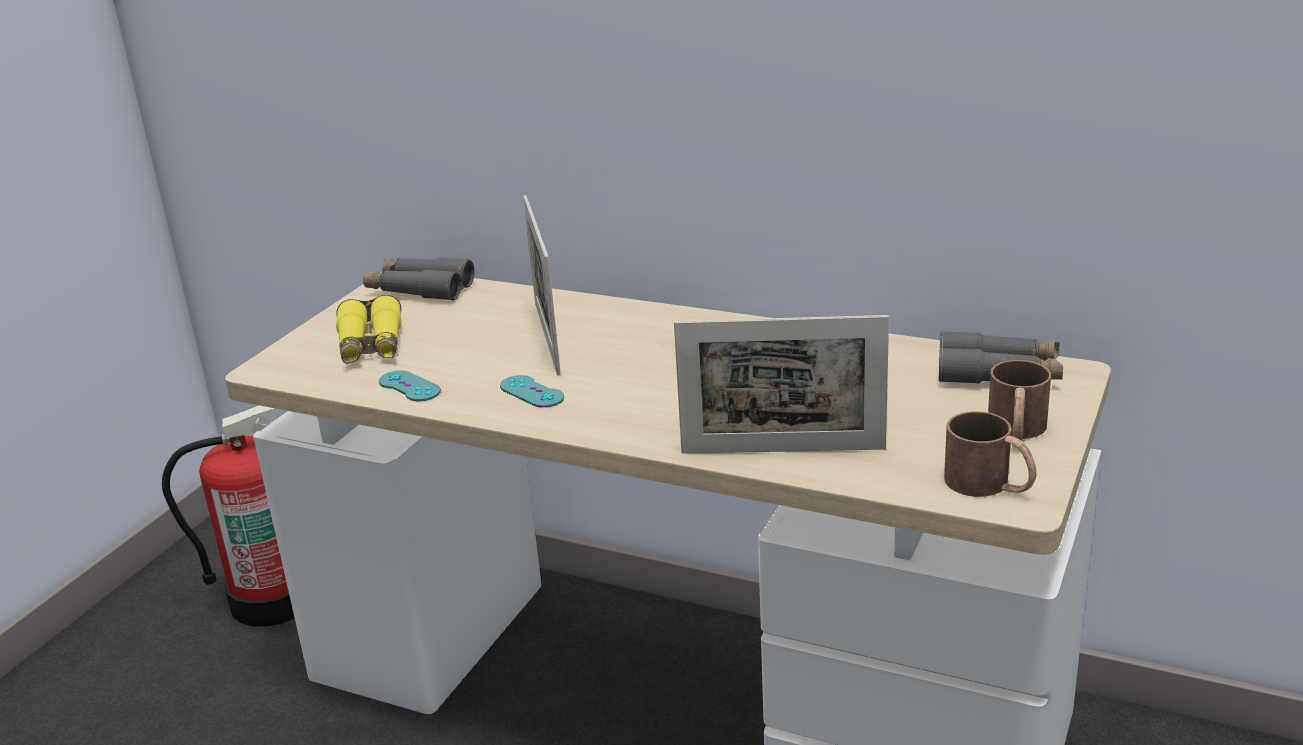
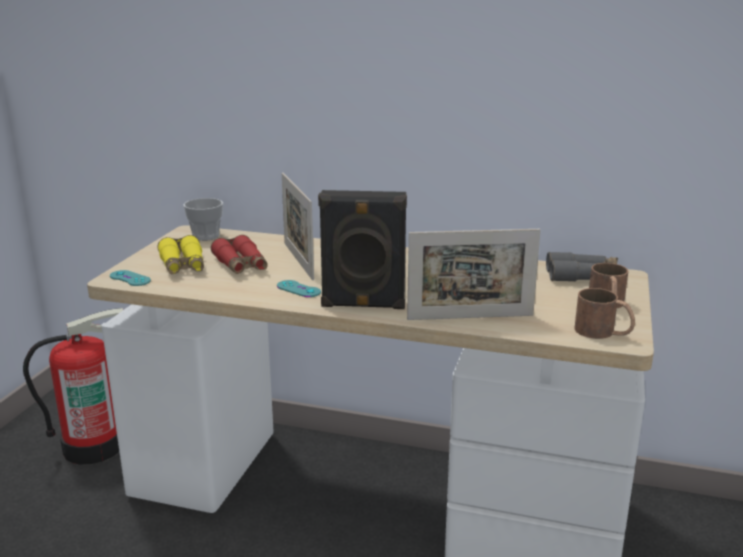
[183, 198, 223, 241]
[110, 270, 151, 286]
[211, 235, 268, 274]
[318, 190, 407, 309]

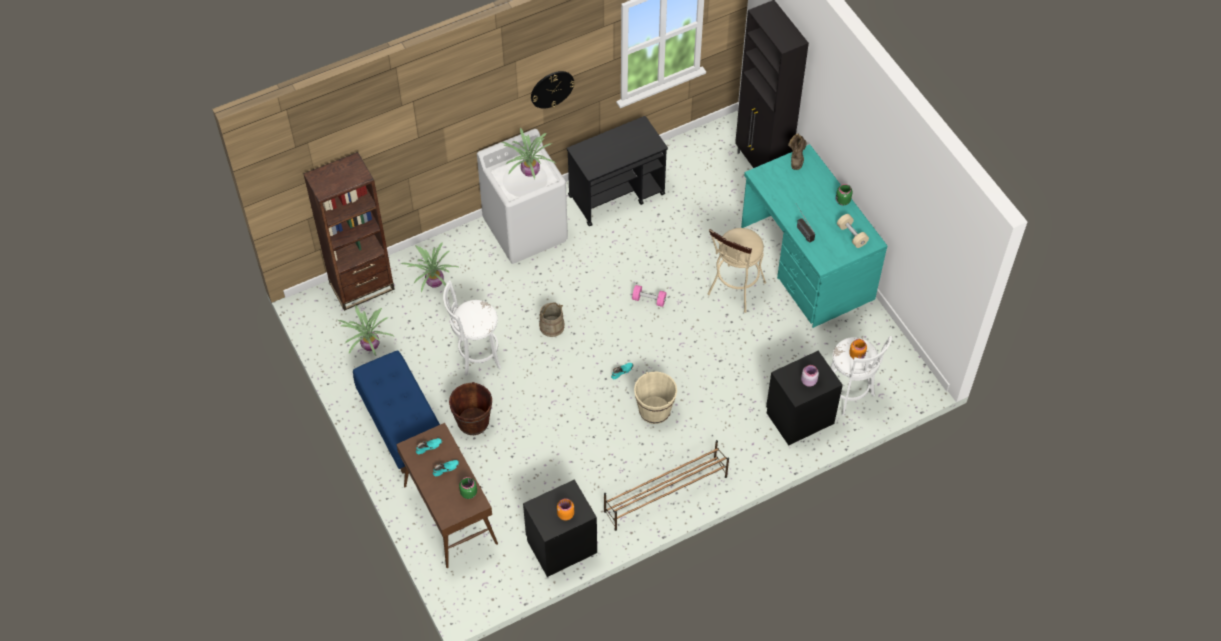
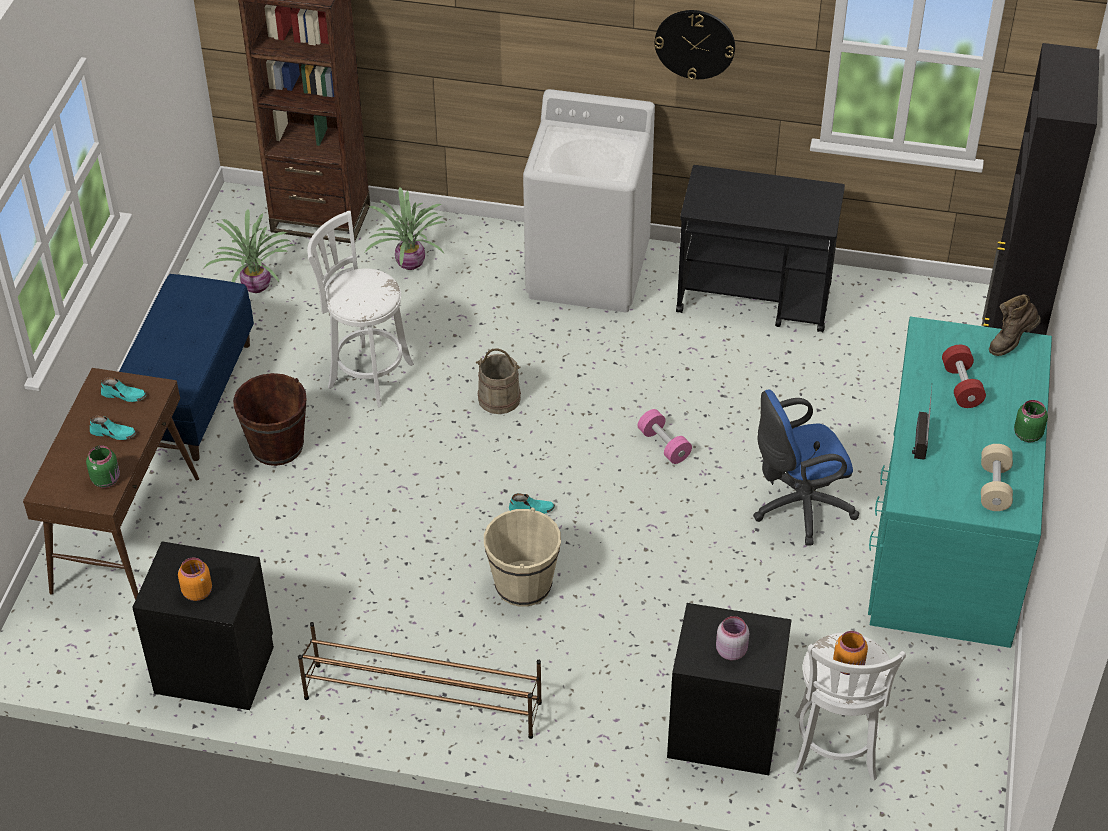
[502, 128, 555, 179] (first image)
[753, 390, 859, 546]
[942, 345, 986, 408]

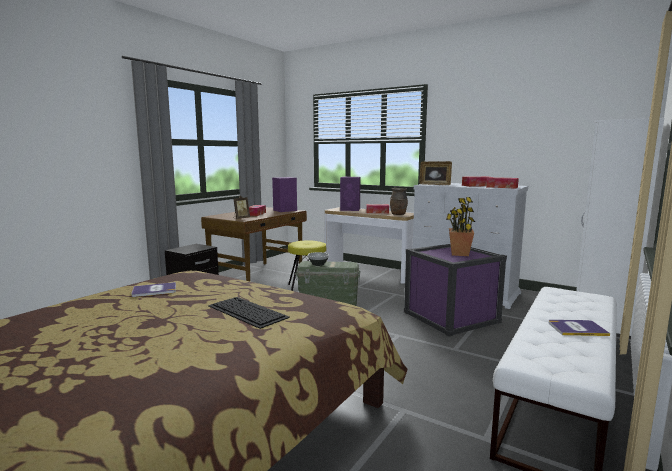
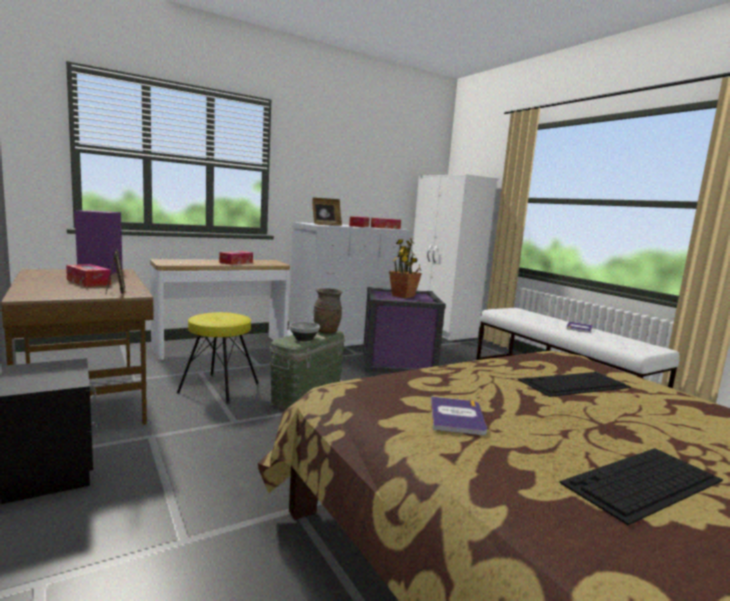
[340, 177, 361, 211] (first image)
[314, 288, 342, 333]
[559, 448, 723, 525]

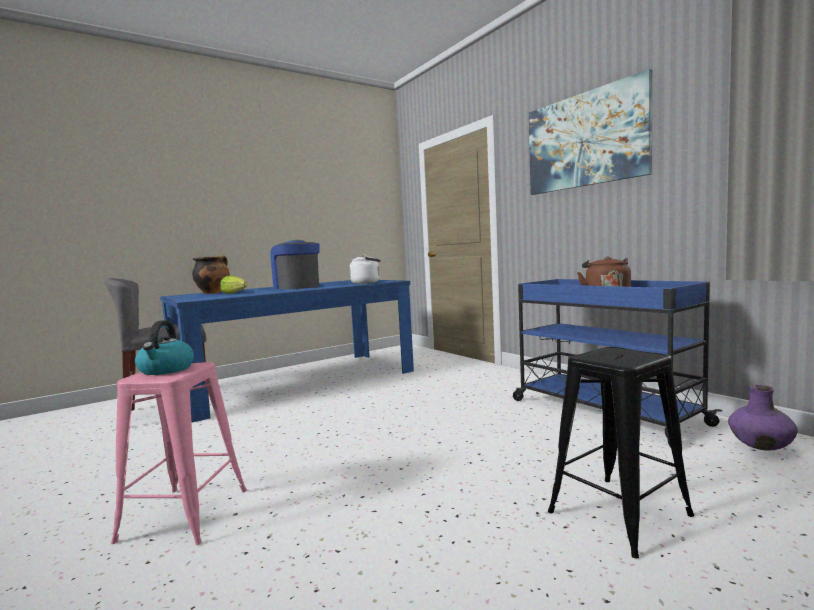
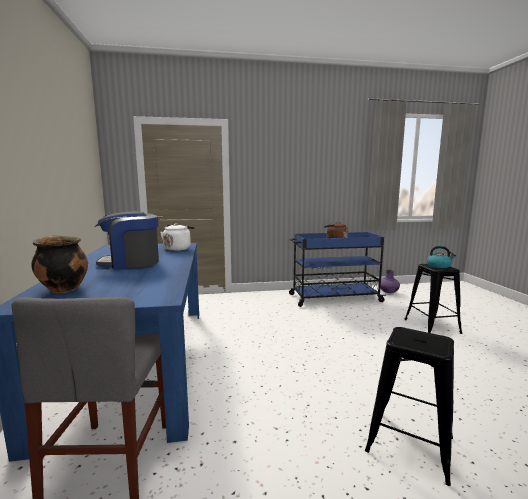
[365, 327, 454, 486]
[427, 246, 456, 268]
[220, 276, 248, 294] (first image)
[529, 69, 652, 195] (first image)

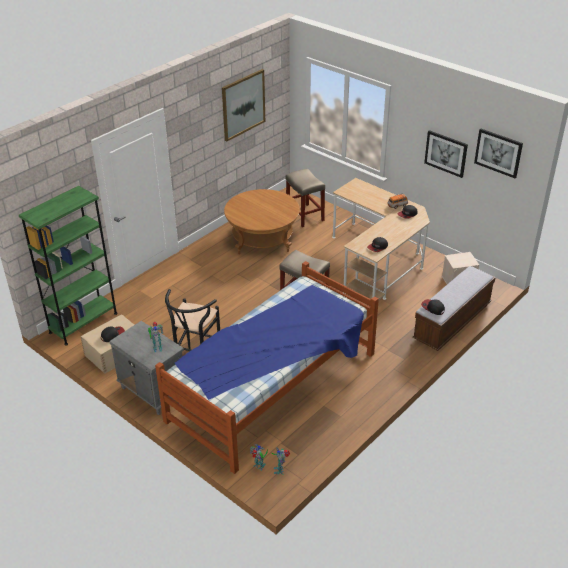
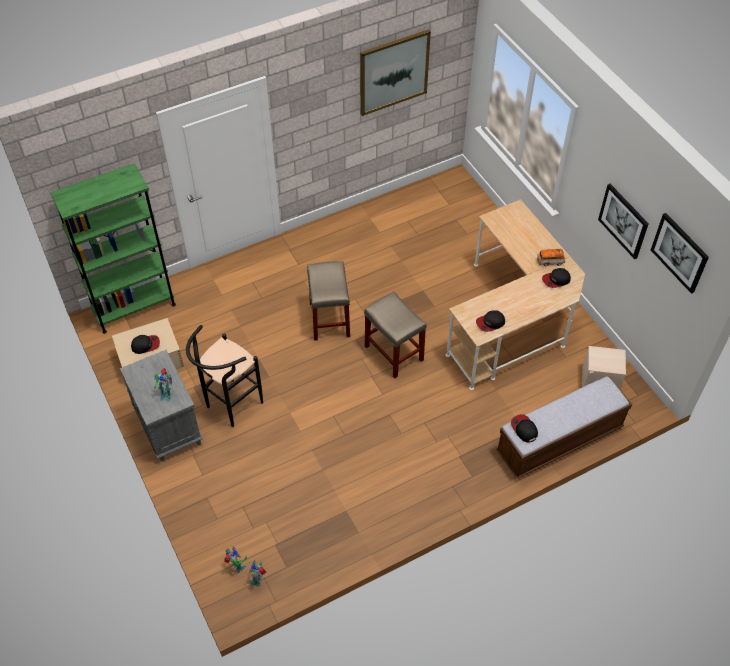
[155, 261, 379, 474] (first image)
[224, 189, 300, 254] (first image)
[307, 261, 350, 341]

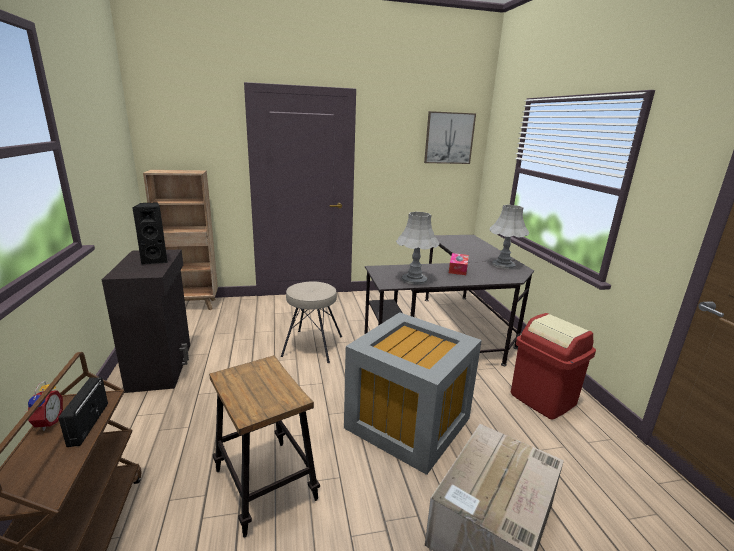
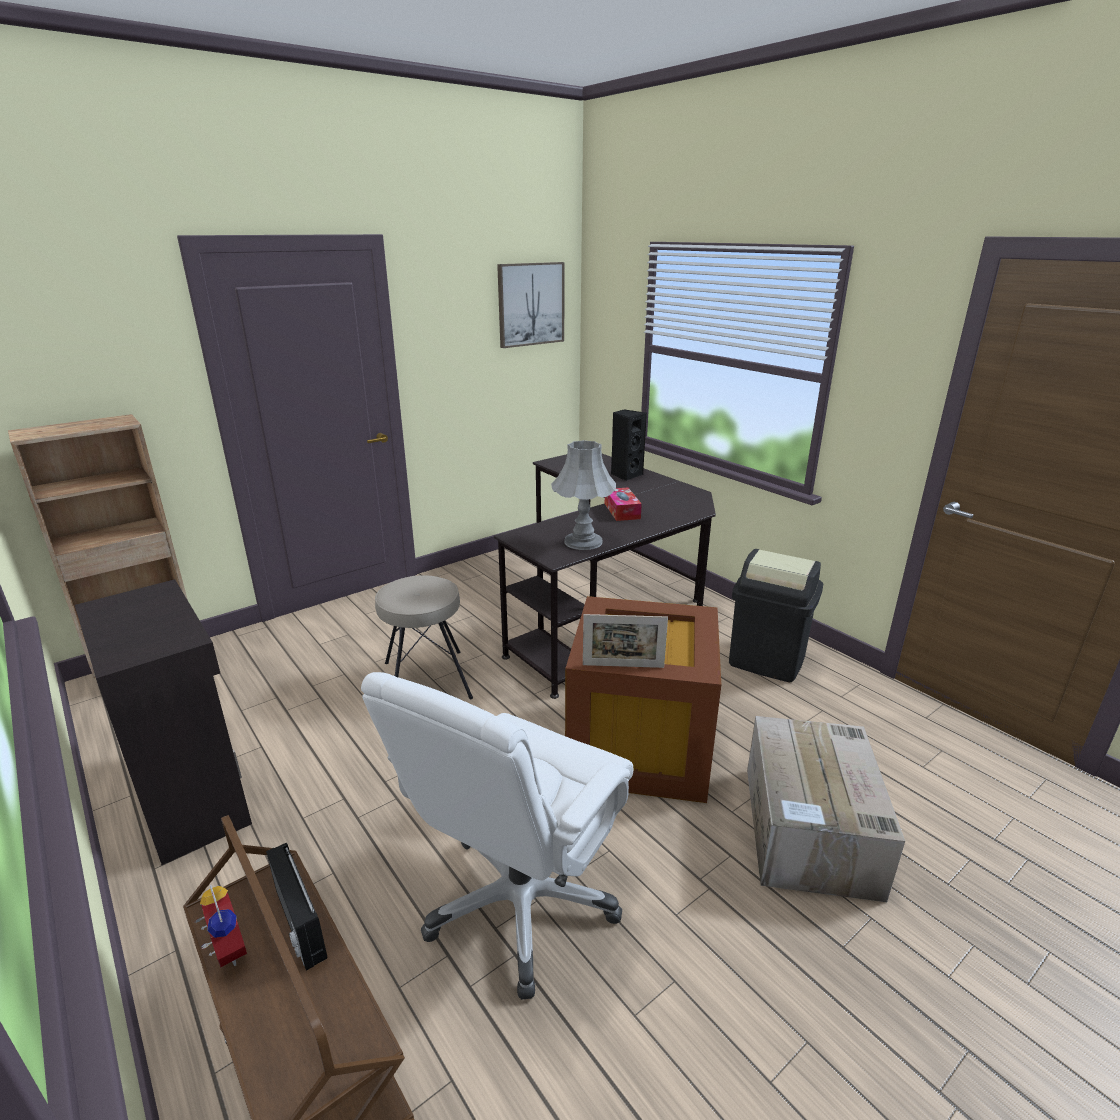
[611, 409, 647, 481]
[361, 672, 633, 1000]
[565, 596, 721, 803]
[490, 205, 529, 269] (first image)
[729, 549, 823, 682]
[583, 614, 668, 668]

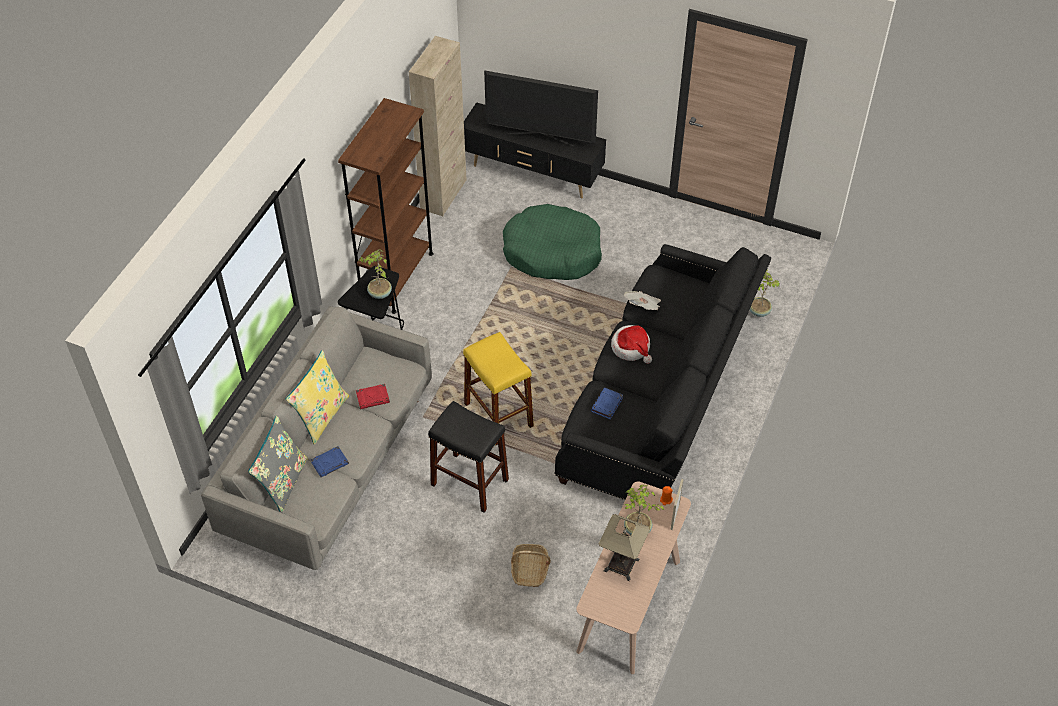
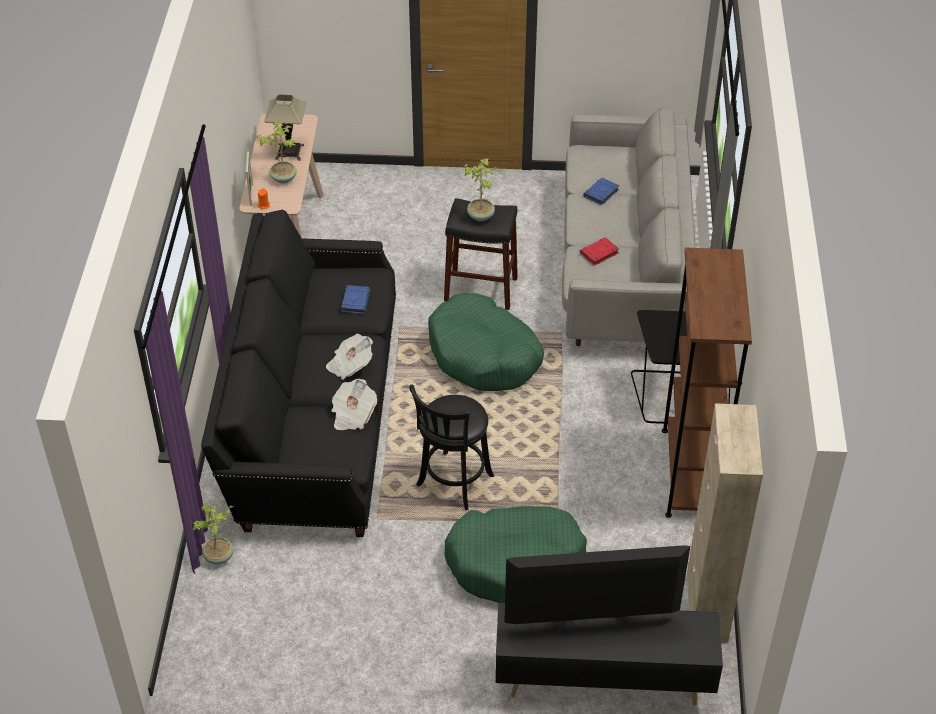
[248, 415, 308, 513] (first image)
[286, 350, 349, 445] (first image)
[464, 158, 499, 222]
[428, 293, 544, 391]
[511, 544, 551, 587] (first image)
[326, 334, 373, 380]
[409, 385, 494, 510]

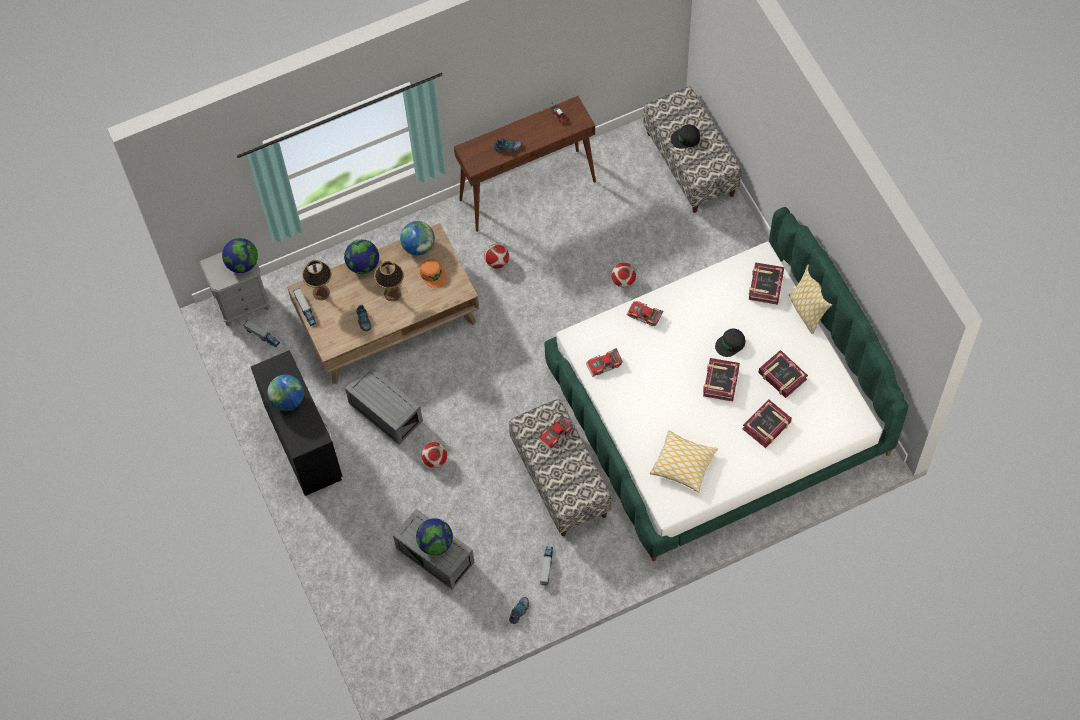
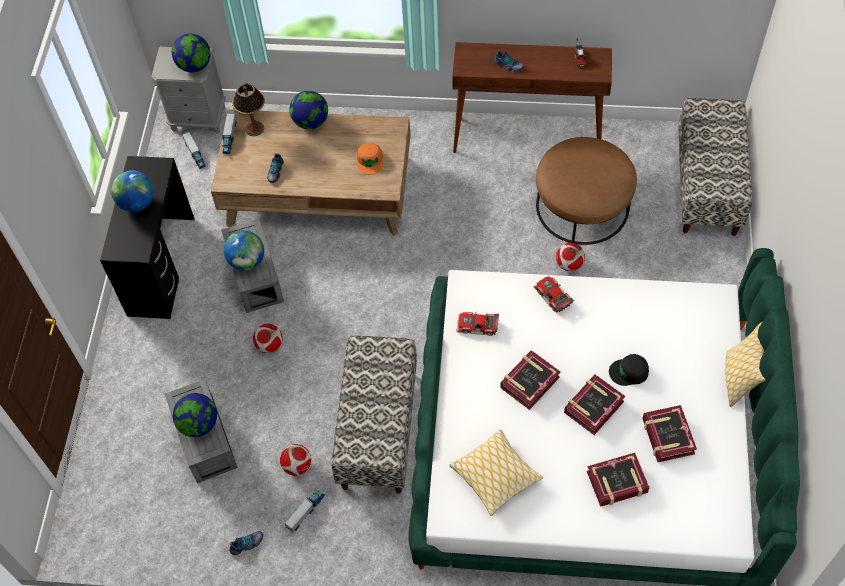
[374, 261, 404, 301] (first image)
[224, 231, 264, 271]
[280, 444, 311, 476]
[539, 415, 574, 450] (first image)
[670, 124, 700, 149] (first image)
[500, 350, 560, 410]
[536, 137, 637, 245]

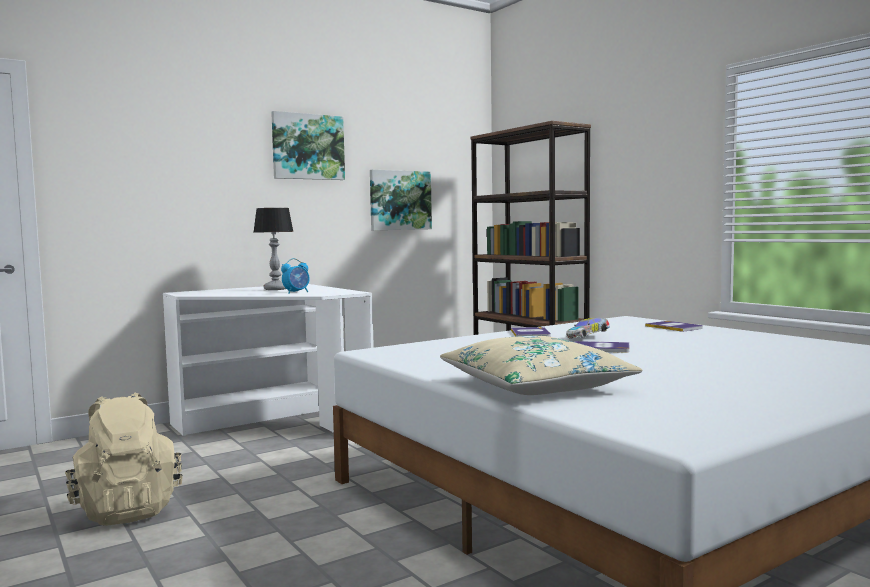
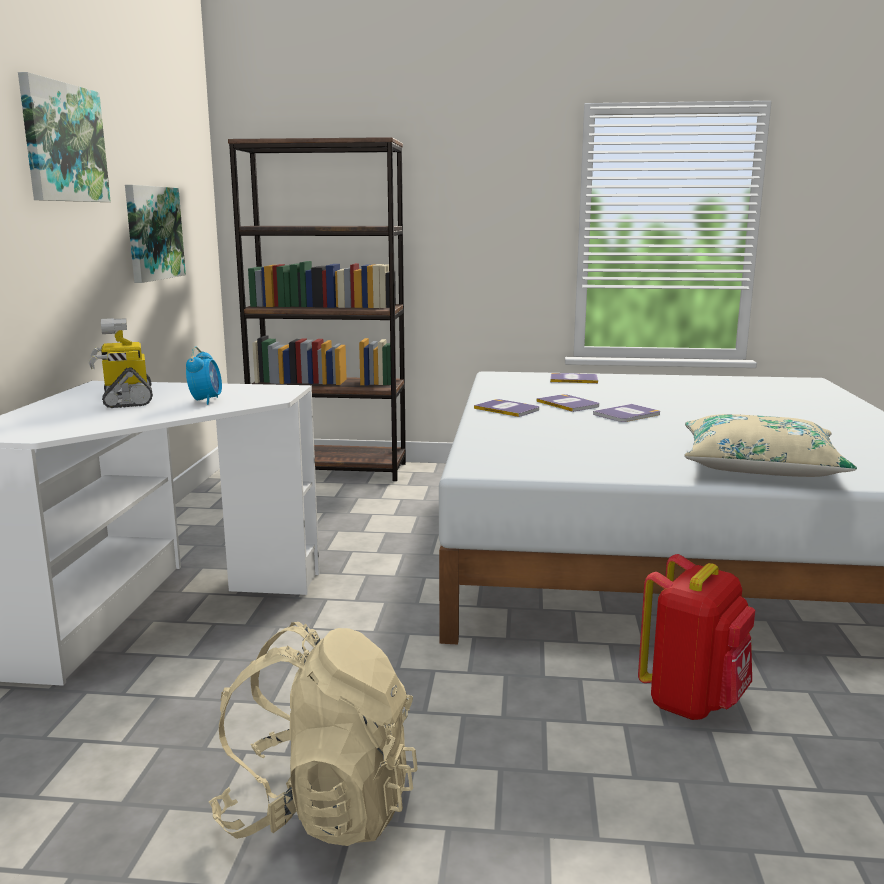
[88, 318, 153, 408]
[537, 394, 599, 412]
[638, 554, 755, 720]

